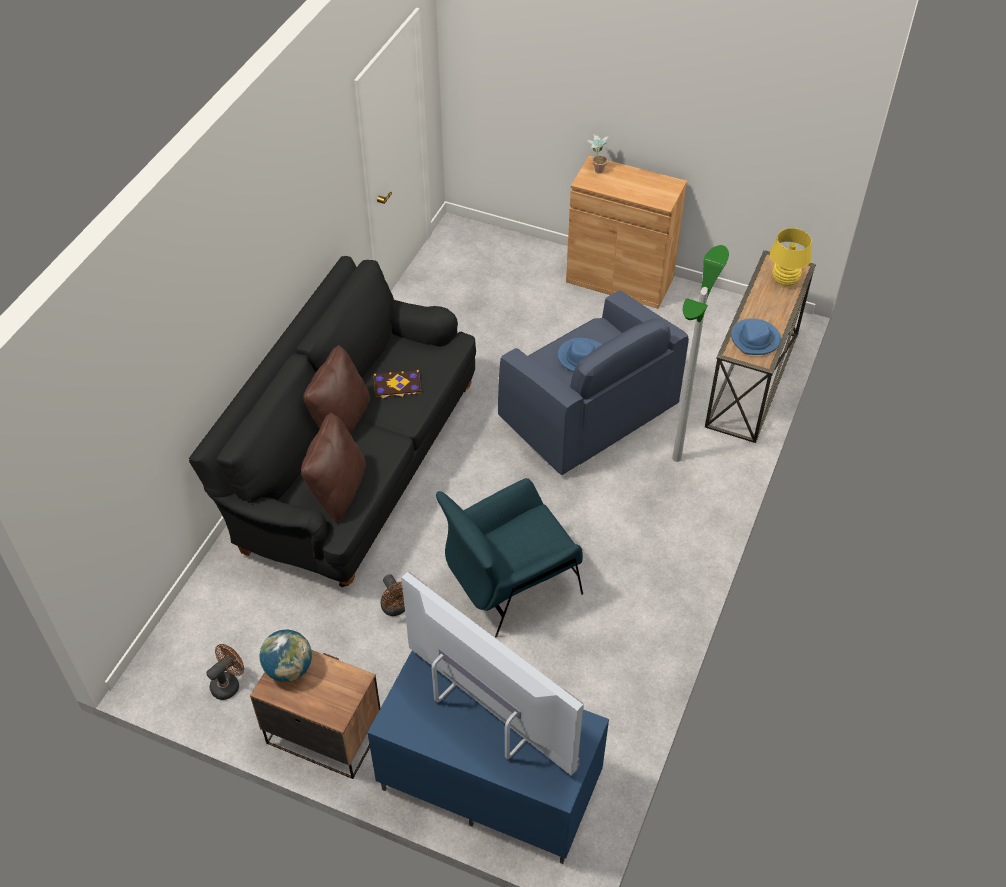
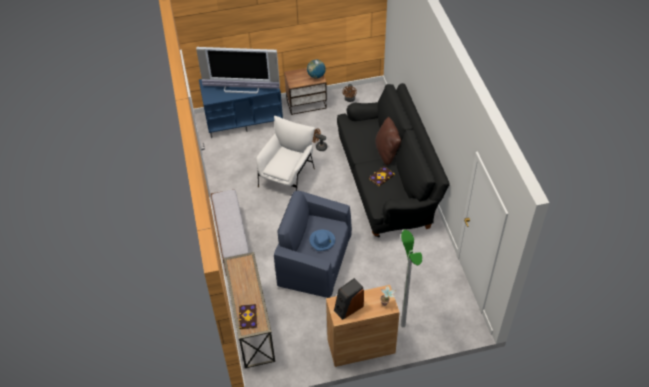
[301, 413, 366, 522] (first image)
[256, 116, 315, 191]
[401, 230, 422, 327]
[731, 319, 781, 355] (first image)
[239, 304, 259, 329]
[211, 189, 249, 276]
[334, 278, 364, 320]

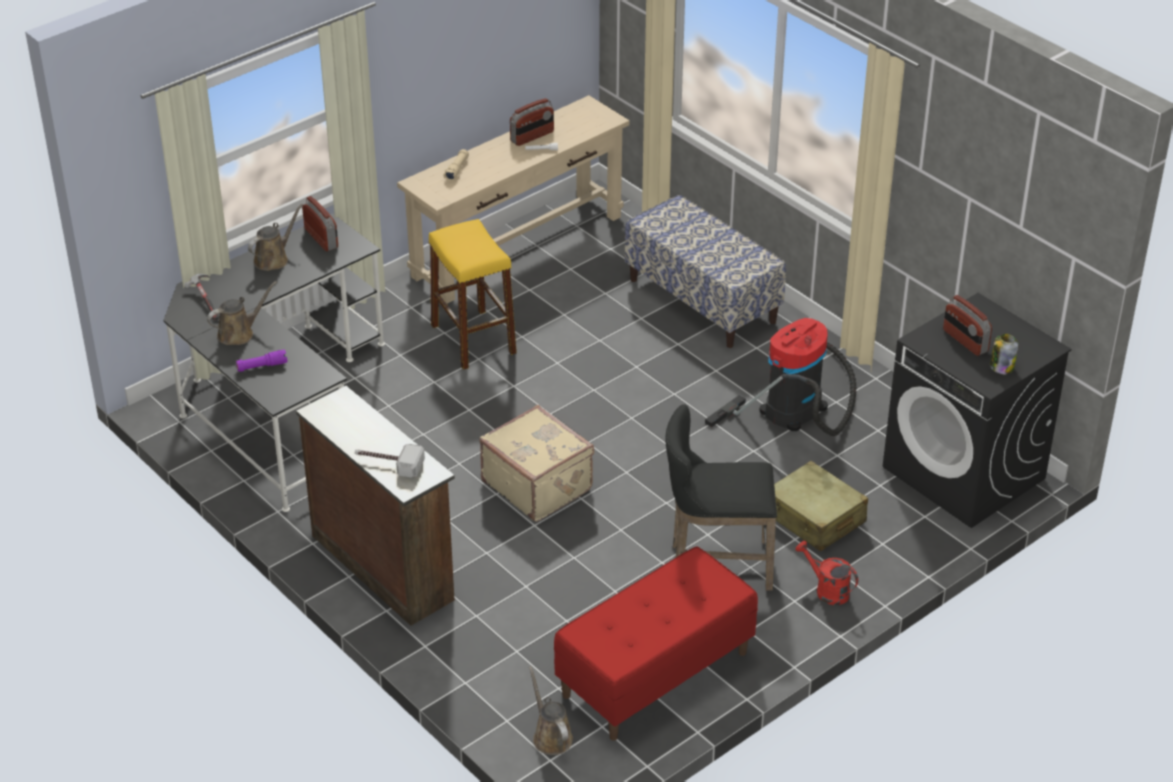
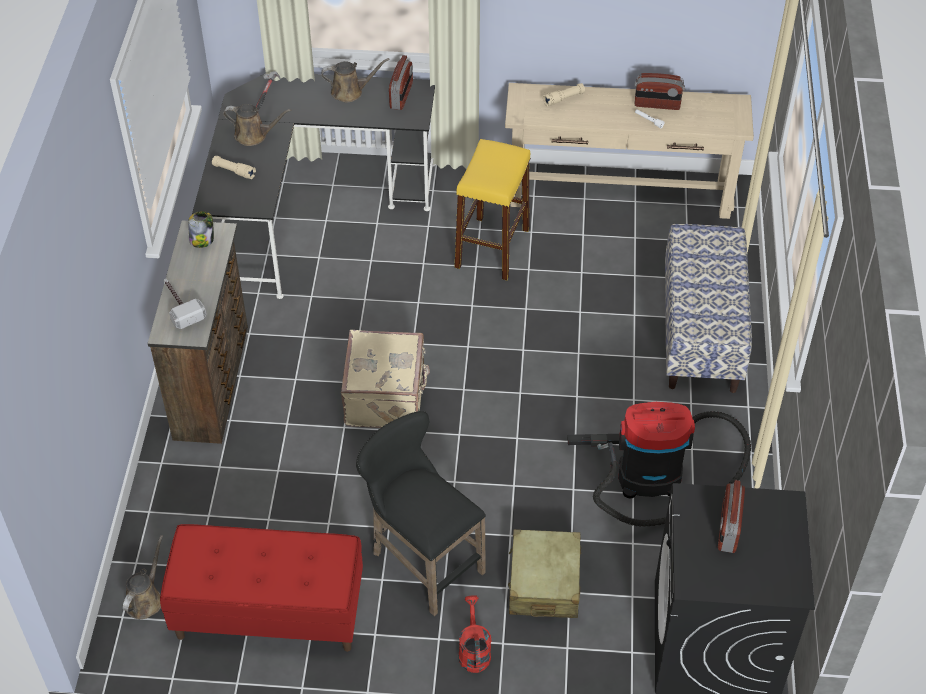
[212, 156, 256, 179]
[188, 211, 214, 248]

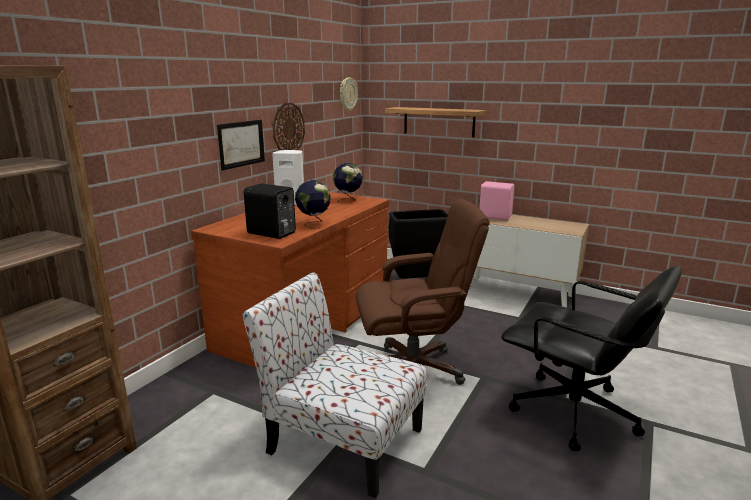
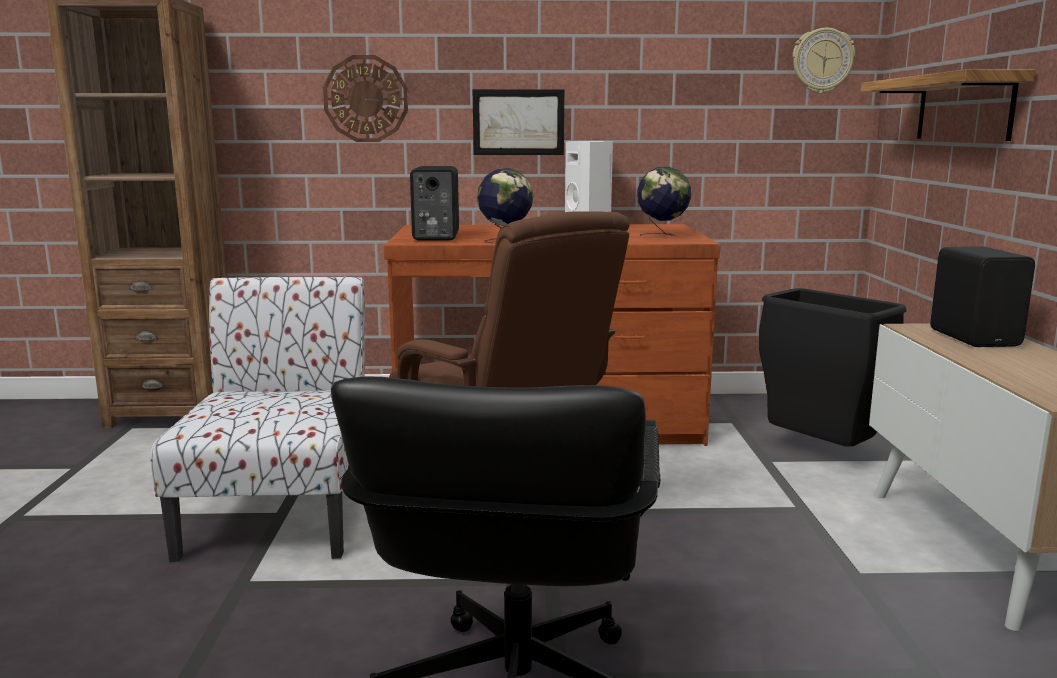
[323, 55, 408, 142]
[930, 246, 1035, 347]

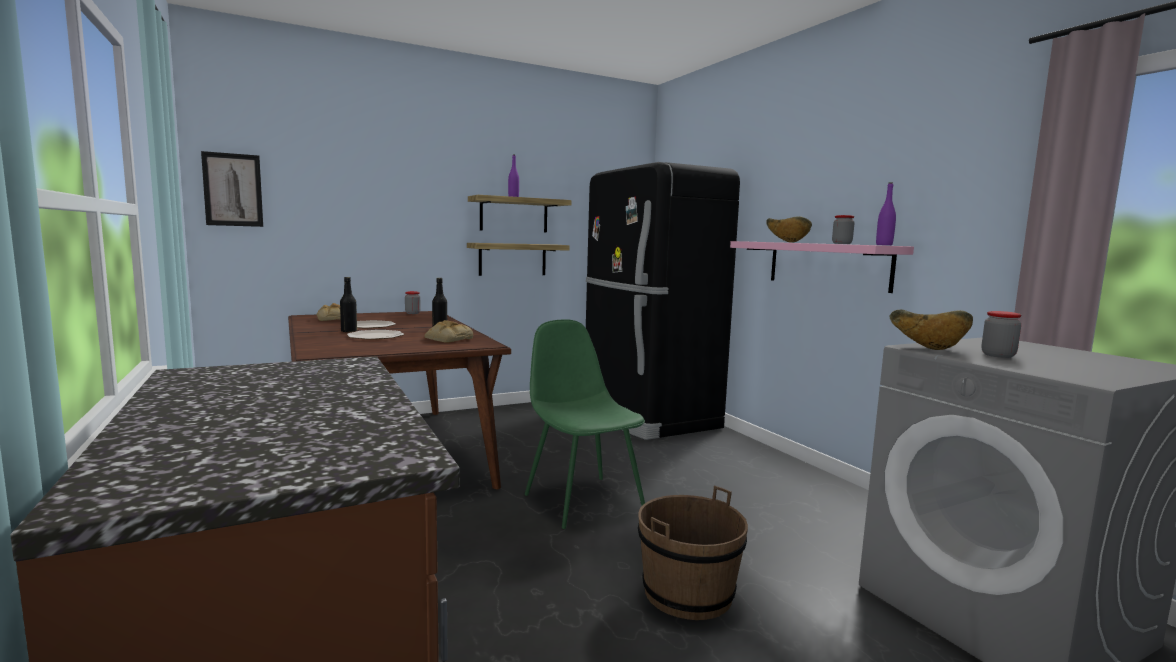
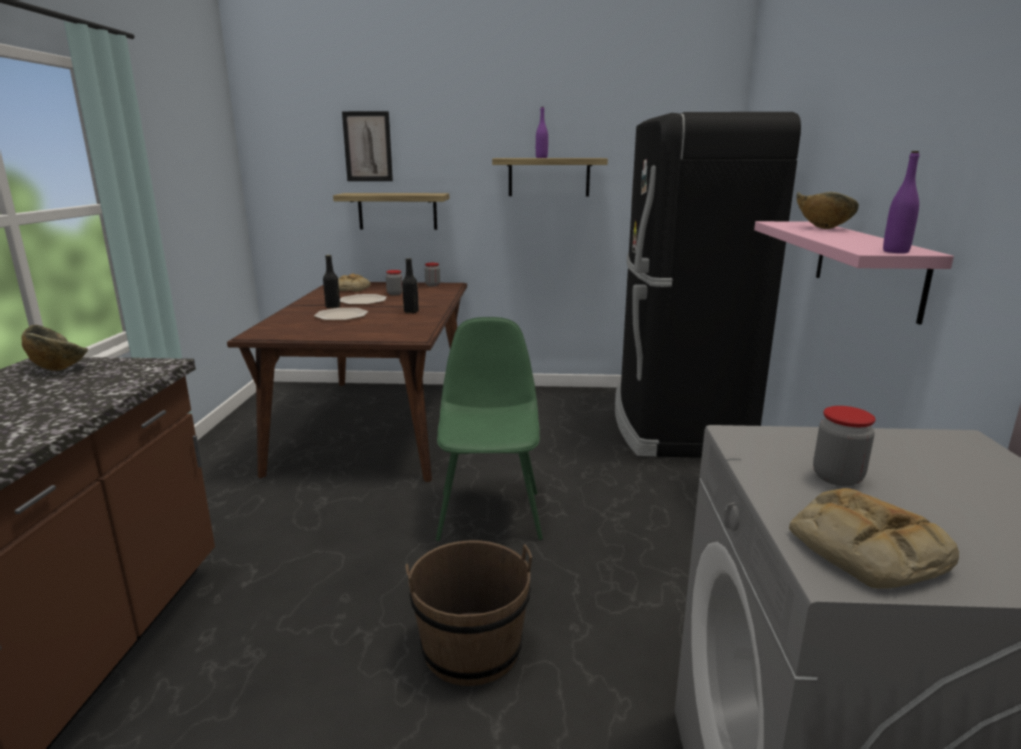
[342, 111, 393, 181]
[789, 488, 959, 589]
[333, 193, 449, 230]
[386, 270, 403, 296]
[22, 325, 88, 371]

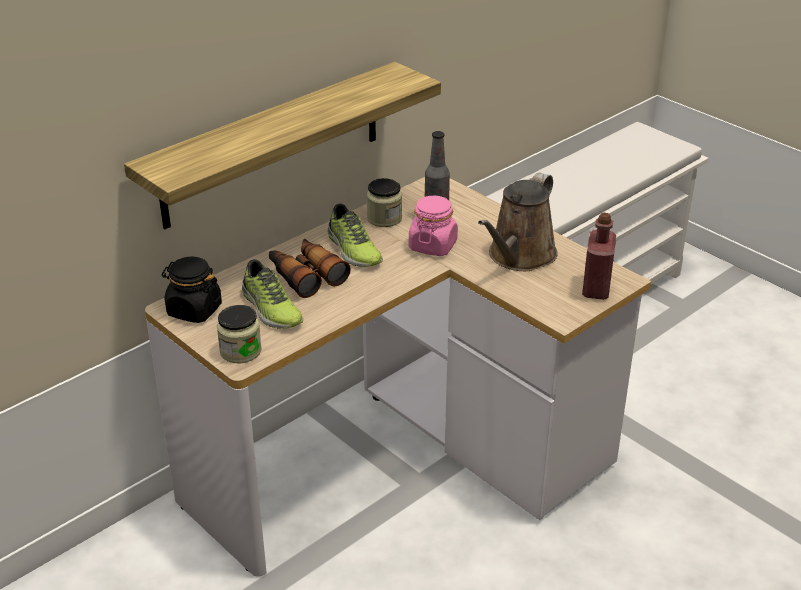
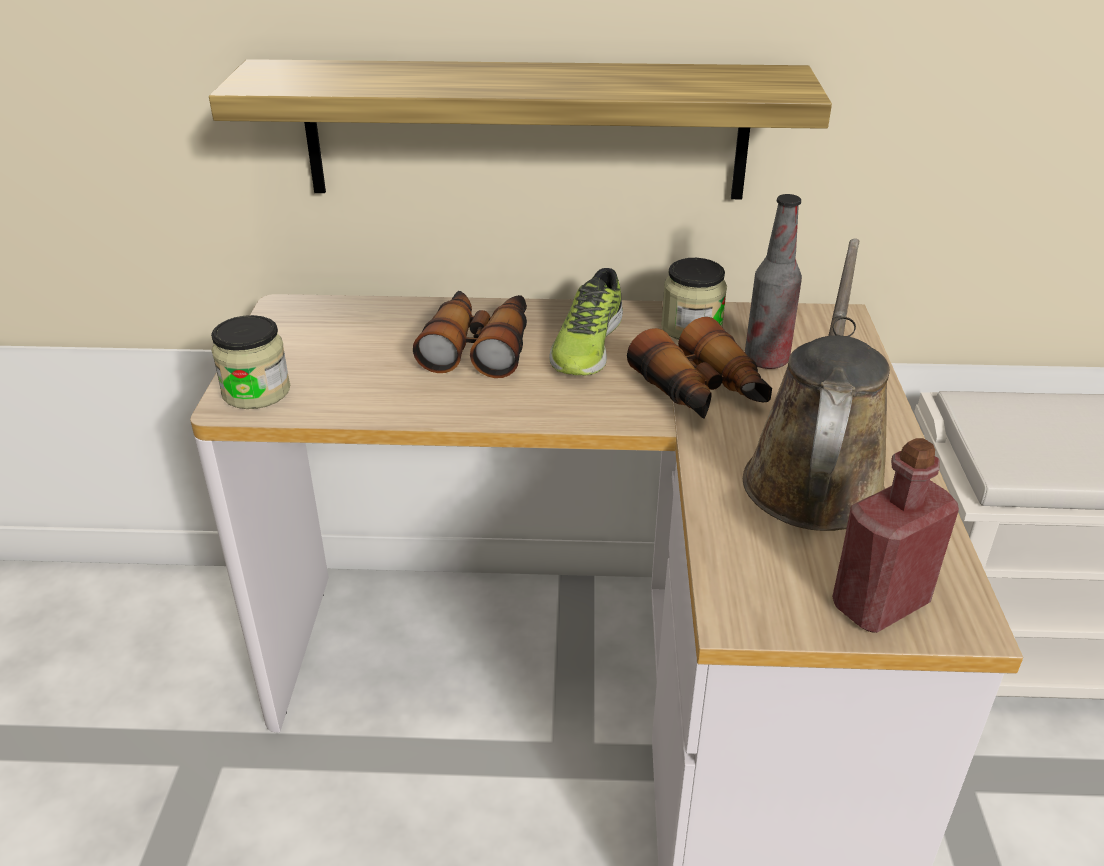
[162, 257, 222, 323] (first image)
[242, 259, 303, 329] (first image)
[627, 317, 772, 419]
[743, 239, 890, 531]

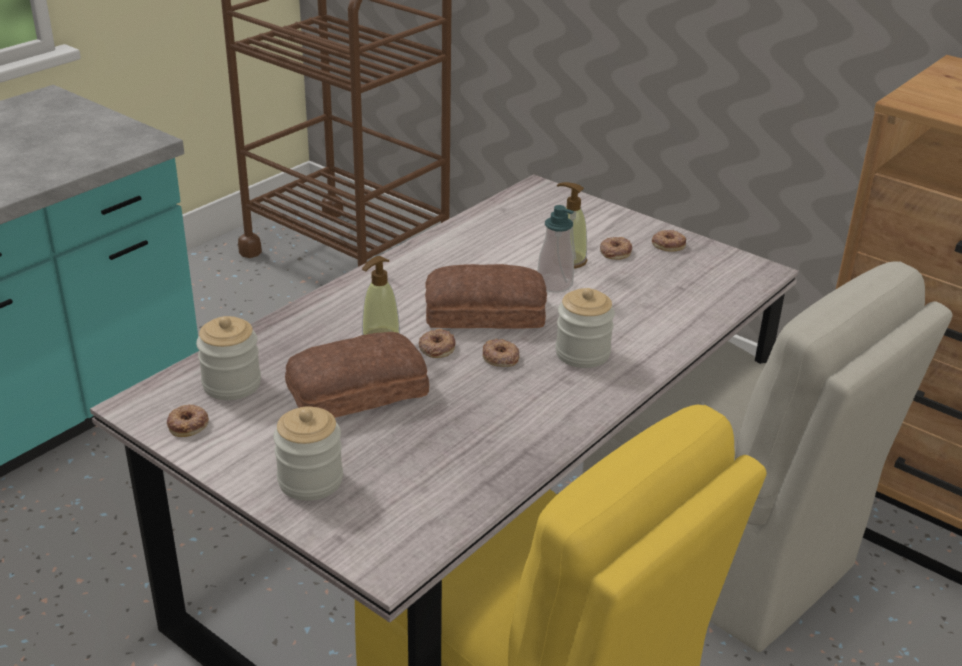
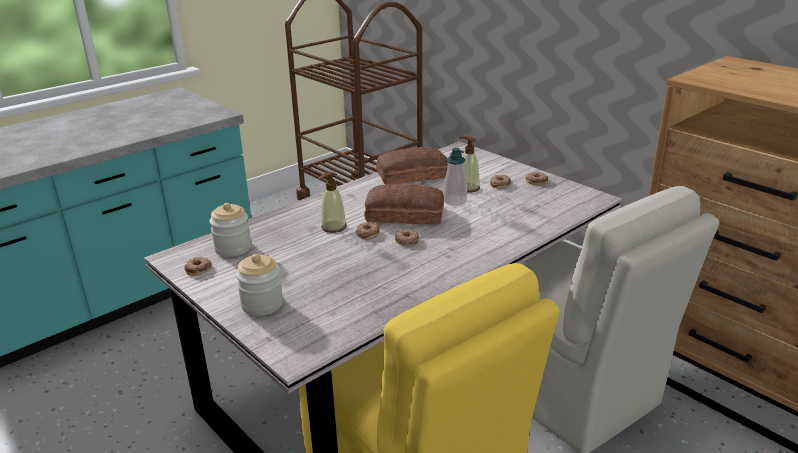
[376, 147, 448, 185]
[555, 288, 615, 368] (first image)

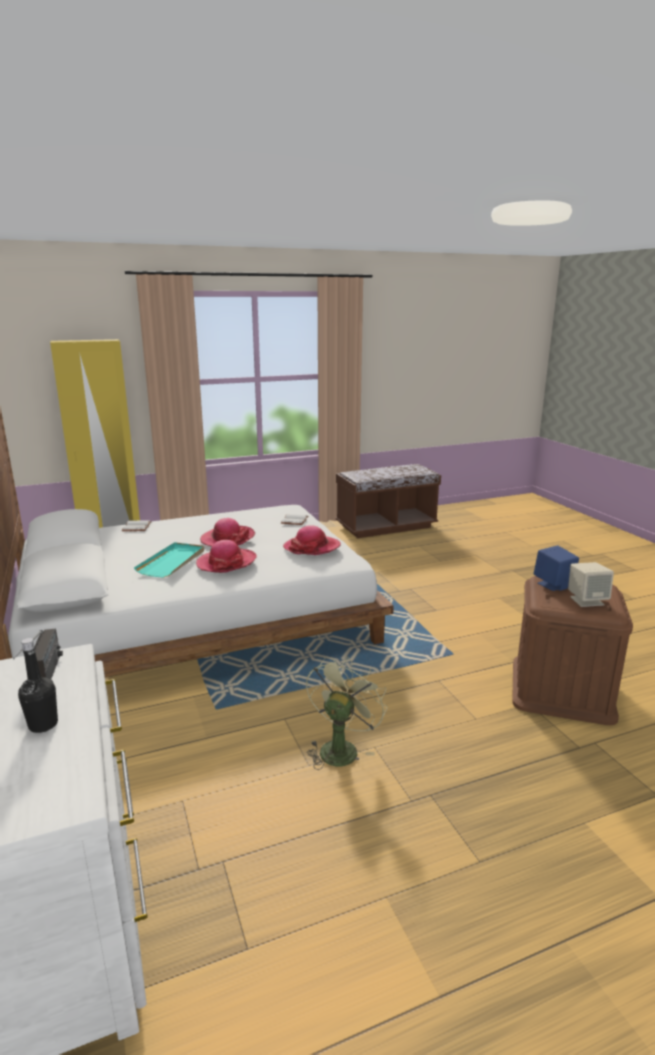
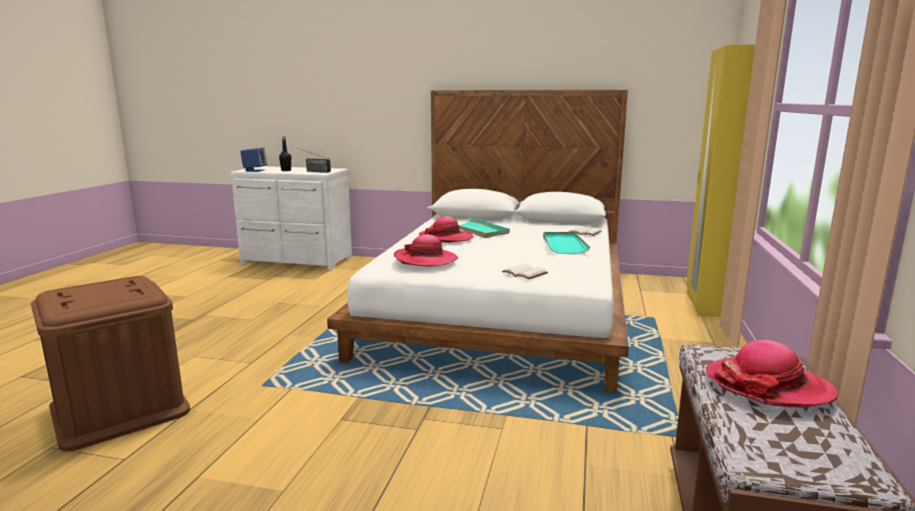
[706, 340, 838, 408]
[306, 657, 387, 770] (first image)
[240, 148, 267, 172]
[568, 562, 614, 607] (first image)
[543, 232, 590, 254]

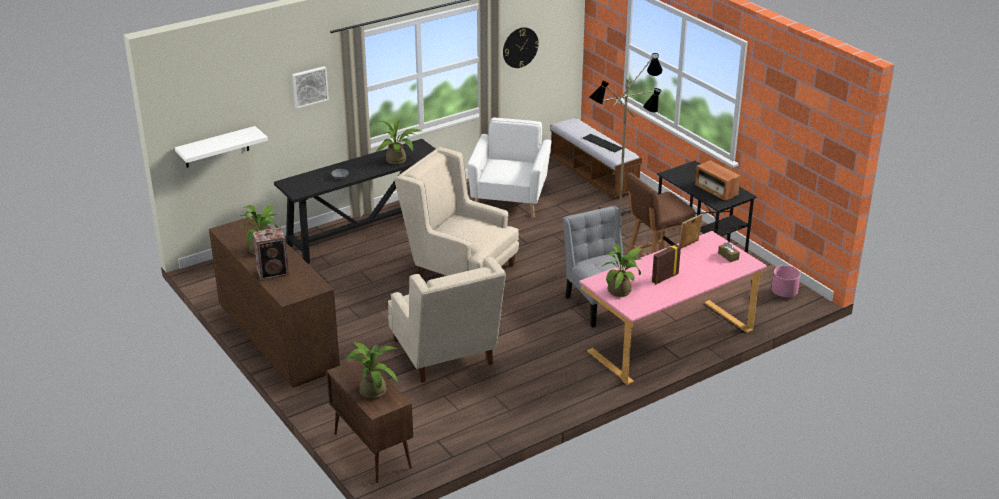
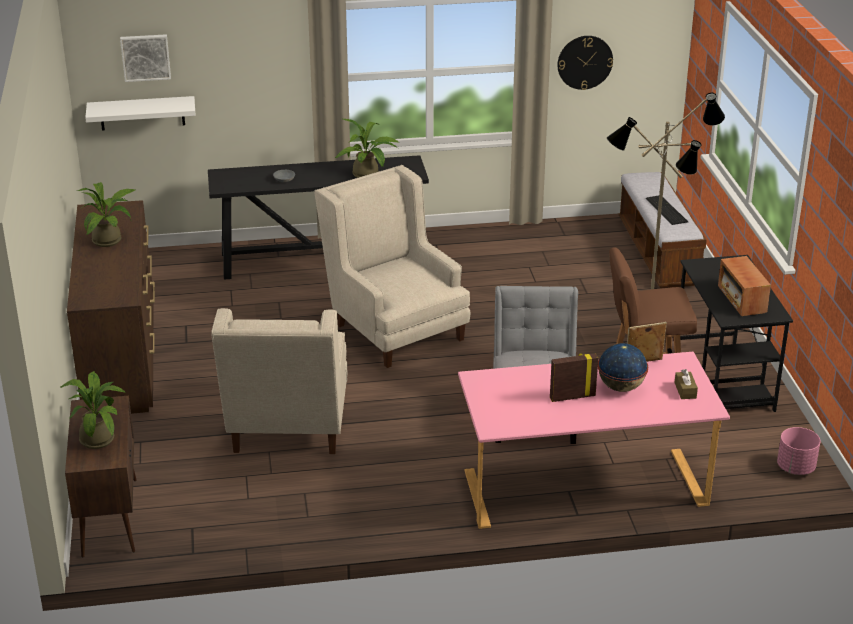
[253, 227, 289, 280] (first image)
[120, 34, 171, 82]
[467, 118, 551, 217] (first image)
[601, 244, 643, 297] (first image)
[598, 343, 648, 392]

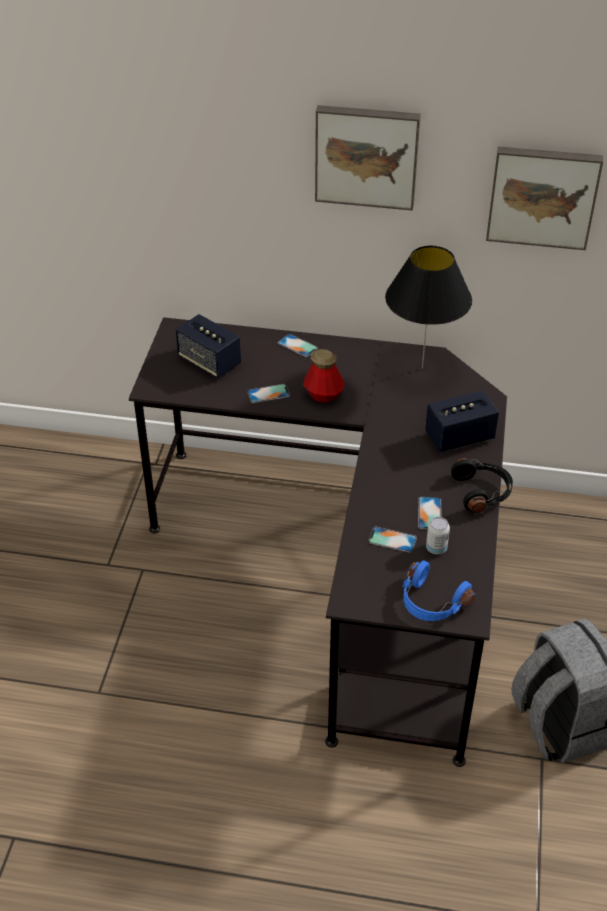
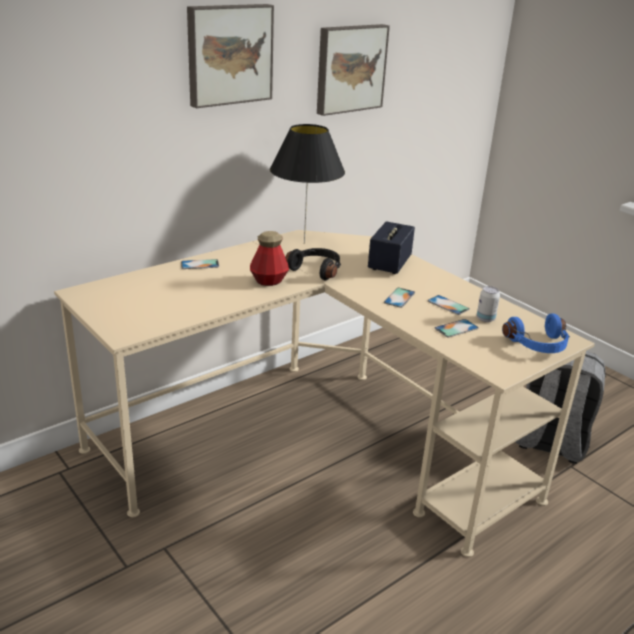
[54, 230, 595, 557]
[176, 314, 241, 378] (first image)
[384, 288, 415, 308]
[285, 248, 341, 281]

